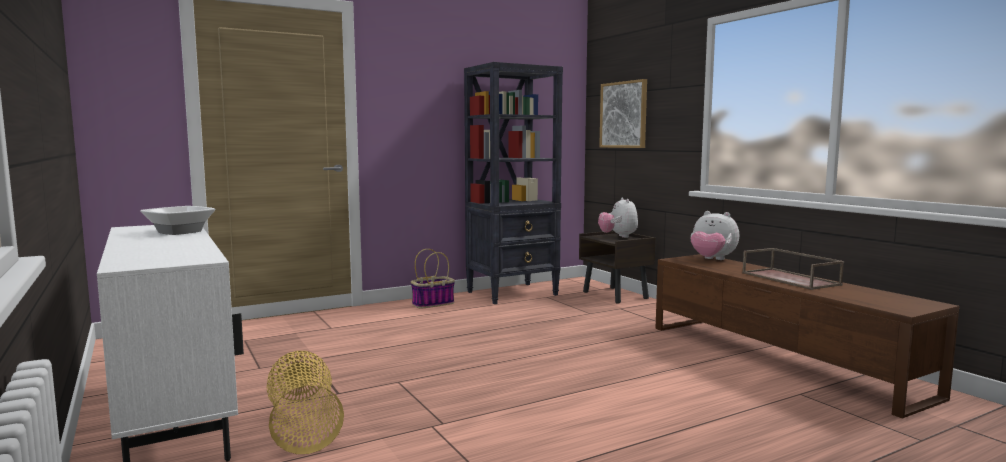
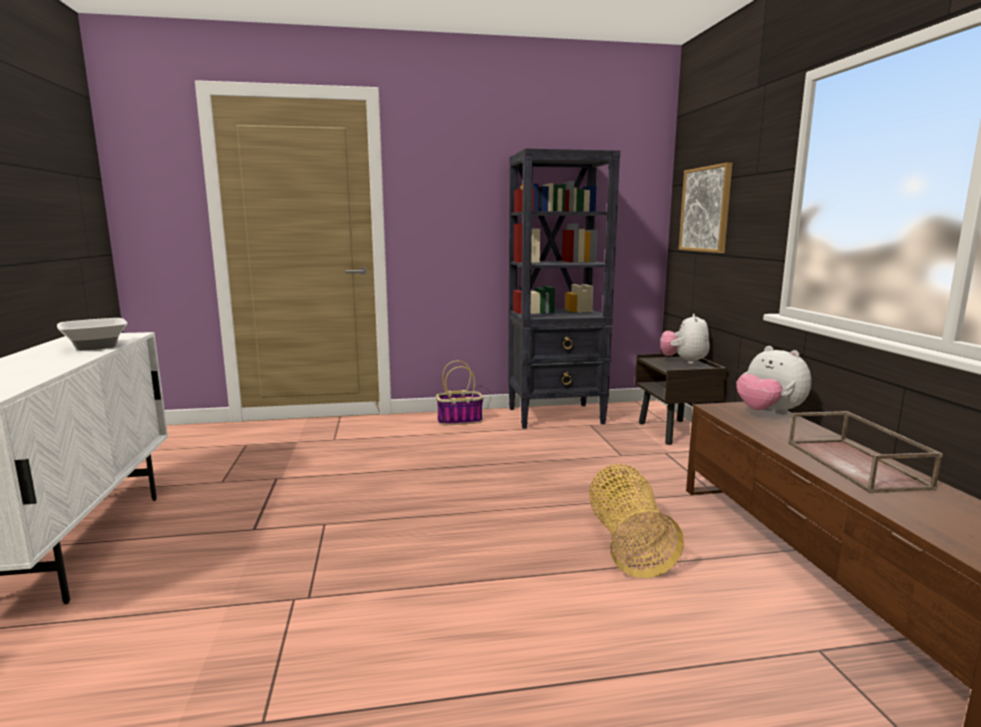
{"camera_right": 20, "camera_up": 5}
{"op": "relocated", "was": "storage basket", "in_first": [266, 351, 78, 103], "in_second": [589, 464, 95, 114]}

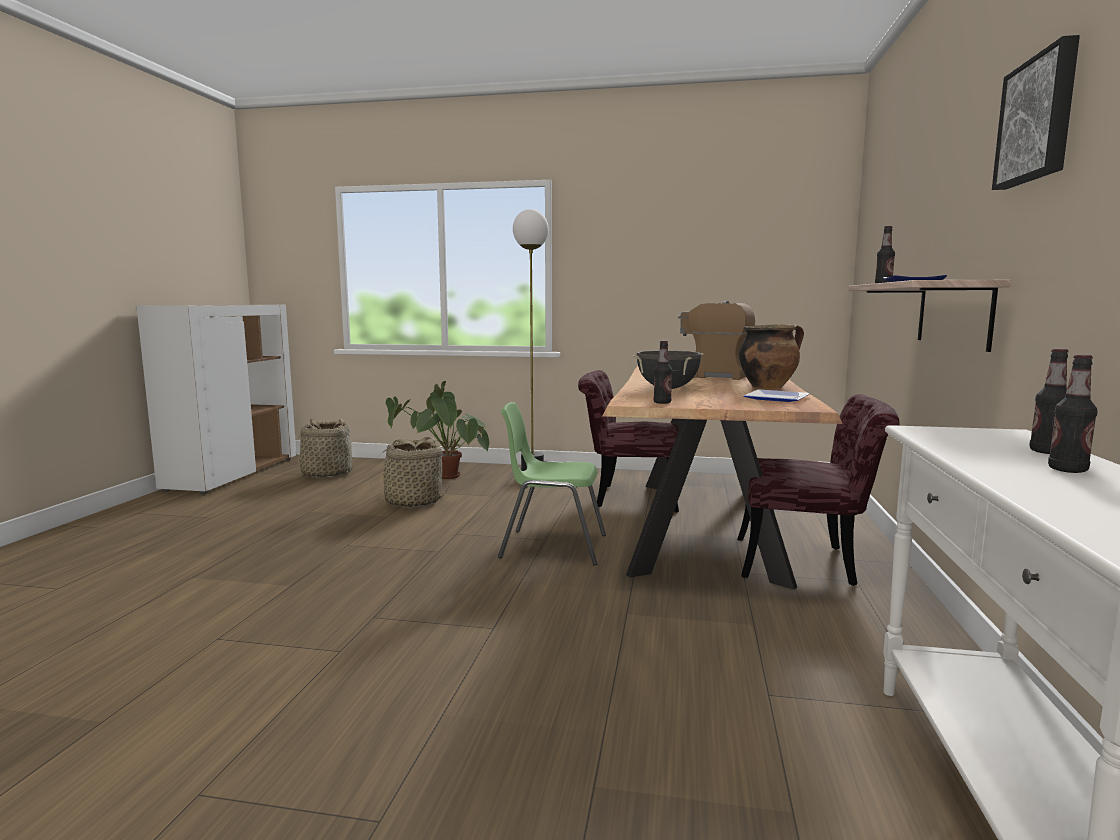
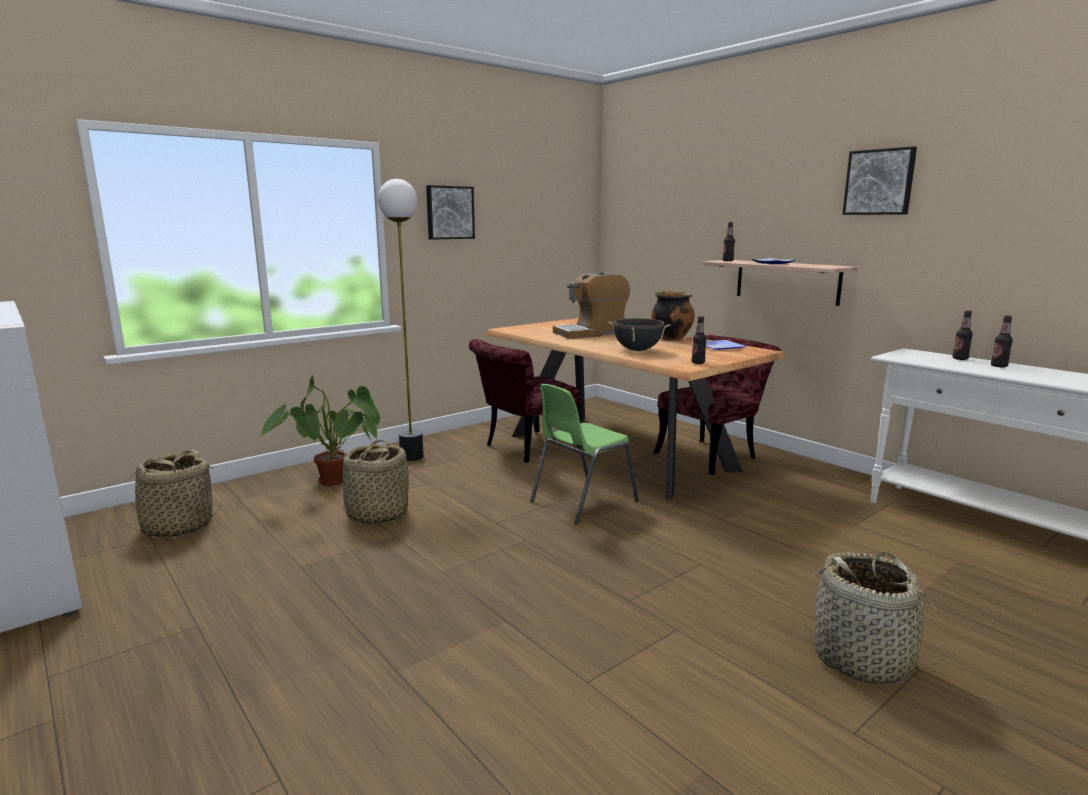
{"camera_right": -50, "camera_up": 5}
{"op": "appeared", "now": "picture", "in_second": [426, 185, 49, 55]}
{"op": "appeared", "now": "storage basket", "in_second": [803, 551, 146, 133]}

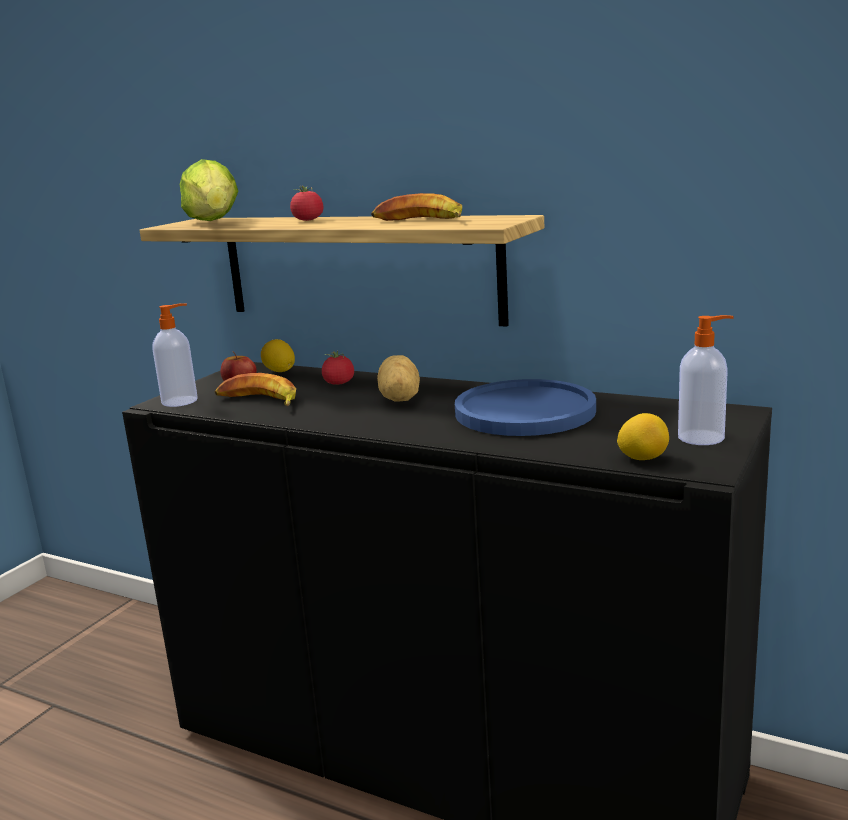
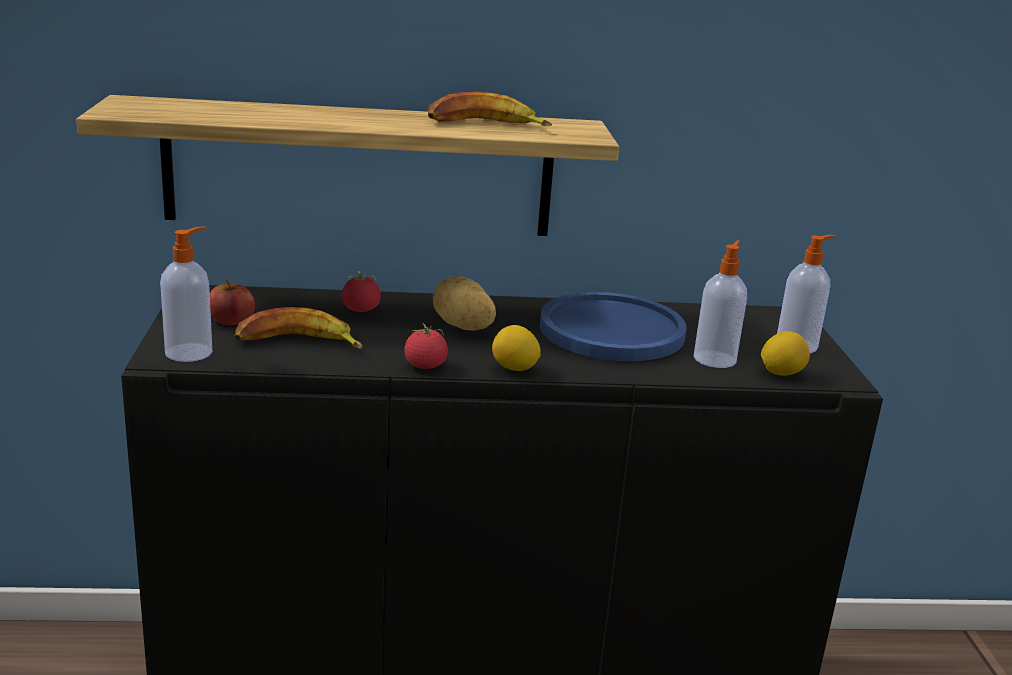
{"camera_right": -35, "camera_up": 5}
{"op": "missing", "was": "head of lettuce", "in_first": [180, 159, 58, 62]}
{"op": "relocated", "was": "tomato", "in_first": [290, 185, 33, 36], "in_second": [404, 323, 44, 46]}
{"op": "relocated", "was": "lemon", "in_first": [261, 339, 34, 33], "in_second": [492, 325, 49, 46]}
{"op": "appeared", "now": "soap dispenser", "in_second": [694, 240, 53, 128]}

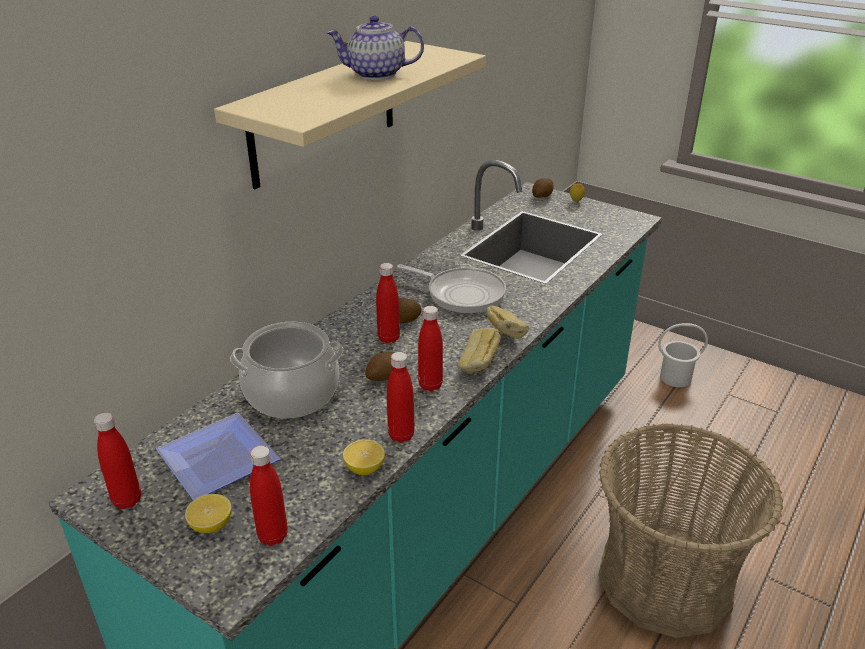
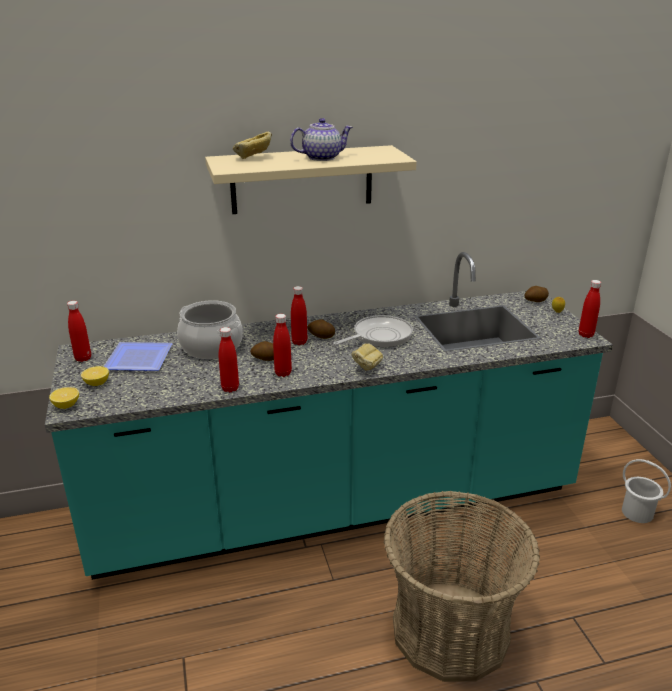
{"camera_right": 40, "camera_up": -5}
{"op": "spun", "was": "pot for tea", "in_first": [326, 15, 98, 65], "in_second": [290, 118, 63, 43], "clockwise": 120}
{"op": "spun", "was": "frying pan", "in_first": [397, 264, 109, 50], "in_second": [333, 315, 80, 32], "clockwise": -105}
{"op": "relocated", "was": "baked bread", "in_first": [457, 327, 44, 48], "in_second": [233, 132, 39, 27]}
{"op": "relocated", "was": "lemon", "in_first": [343, 439, 42, 36], "in_second": [49, 387, 30, 22]}
{"op": "relocated", "was": "beverage bottle (red-coloured)", "in_first": [250, 446, 38, 100], "in_second": [579, 280, 22, 58]}

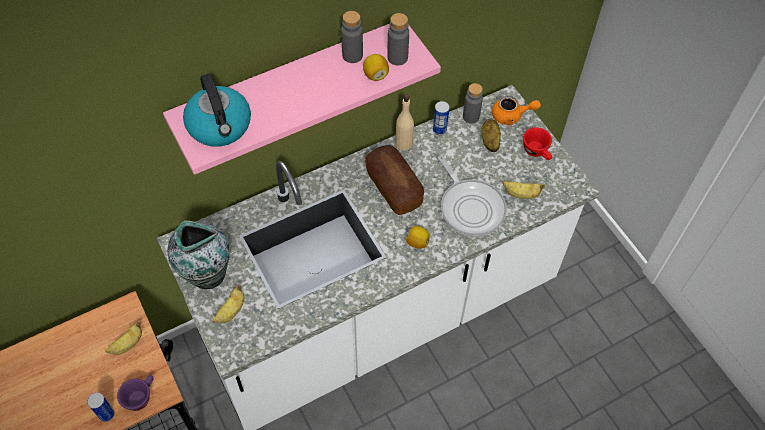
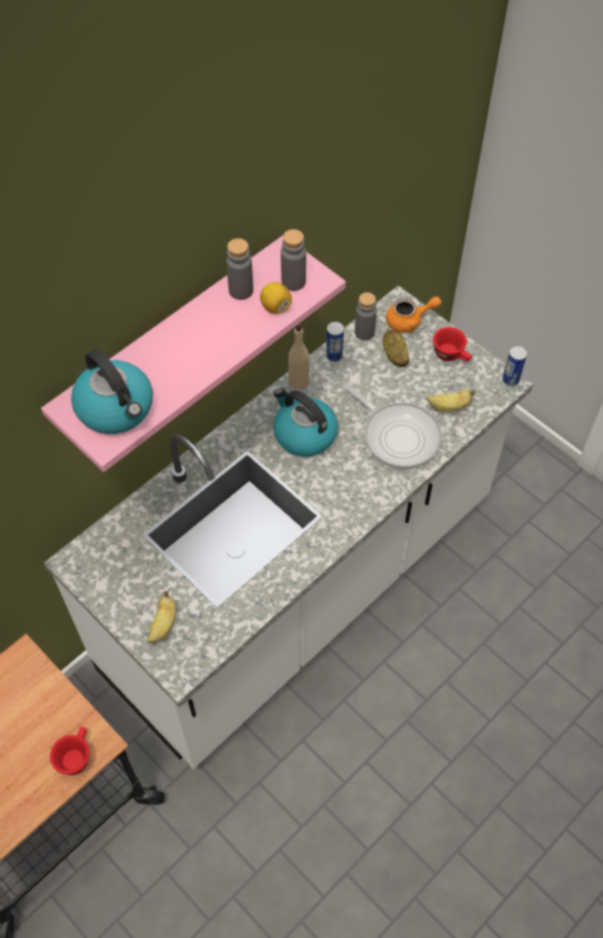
{"camera_right": -15, "camera_up": 0}
{"op": "exchanged", "was": "baked bread", "now": "kettle", "in_first": [365, 145, 59, 70], "in_second": [273, 388, 65, 69]}
{"op": "missing", "was": "decorative vase", "in_first": [168, 220, 62, 69]}
{"op": "missing", "was": "lemon", "in_first": [406, 226, 24, 23]}
{"op": "missing", "was": "banana fruit", "in_first": [105, 321, 37, 34]}
{"op": "colour", "was": "small cup (purplish)", "now": "small cup (red-coloured)", "in_first": [117, 375, 37, 36], "in_second": [50, 727, 40, 48]}
{"op": "relocated", "was": "can", "in_first": [87, 392, 28, 30], "in_second": [502, 346, 25, 40]}

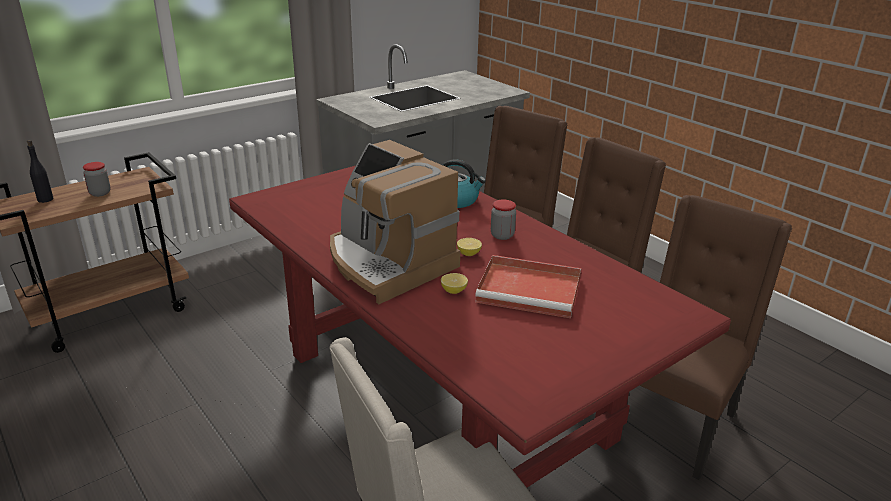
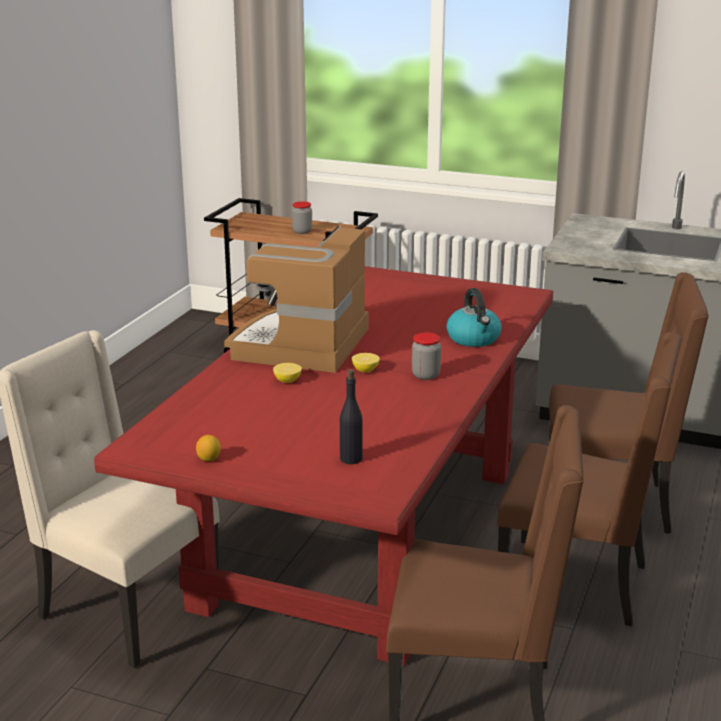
{"camera_right": 60, "camera_up": -5}
{"op": "relocated", "was": "beverage bottle (black)", "in_first": [27, 140, 26, 63], "in_second": [340, 369, 23, 95]}
{"op": "missing", "was": "tray (red-coloured)", "in_first": [475, 255, 106, 63]}
{"op": "appeared", "now": "lemon", "in_second": [196, 435, 25, 26]}

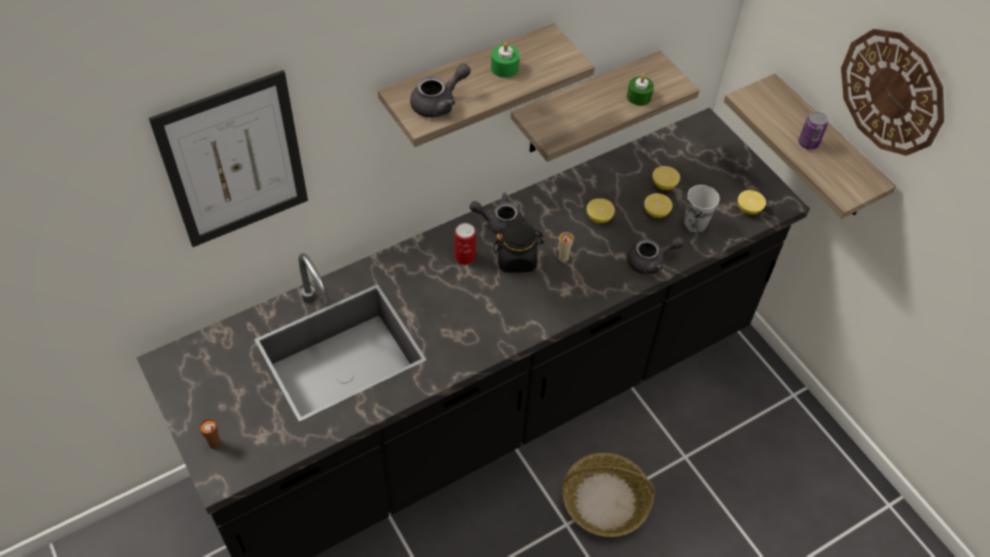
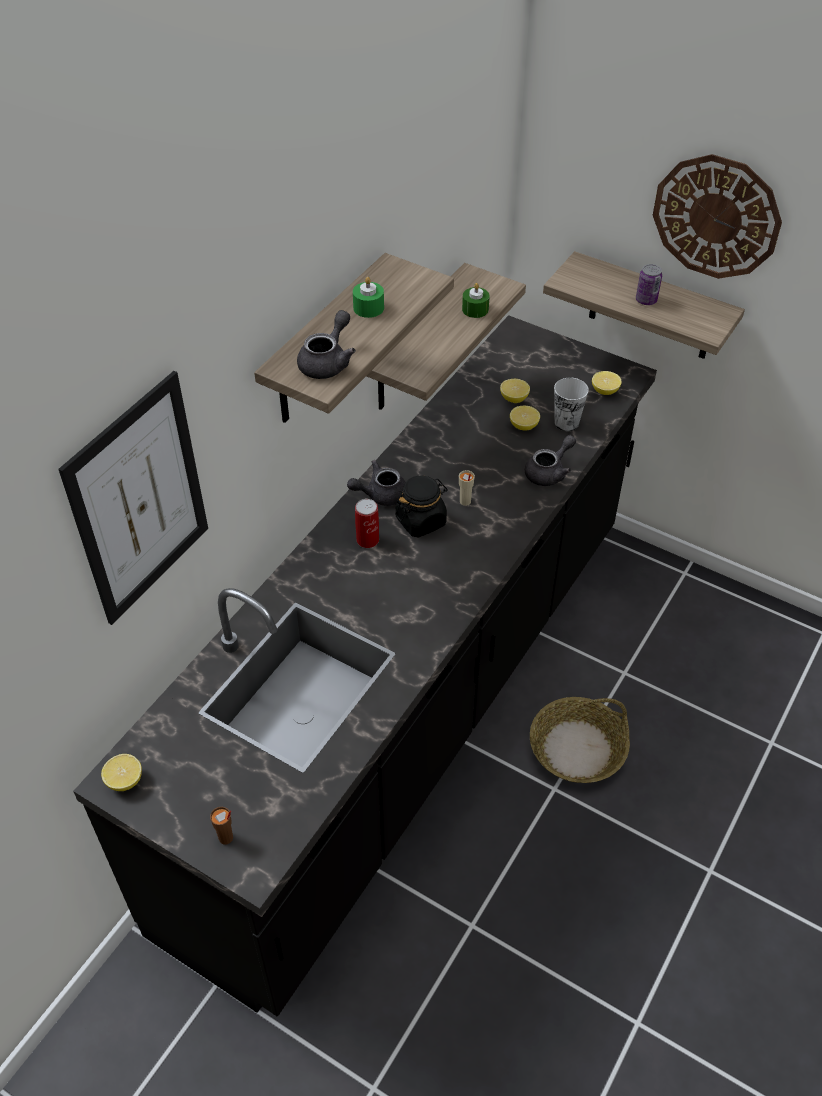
{"camera_right": -25, "camera_up": -5}
{"op": "relocated", "was": "lemon", "in_first": [587, 198, 28, 25], "in_second": [101, 754, 41, 37]}

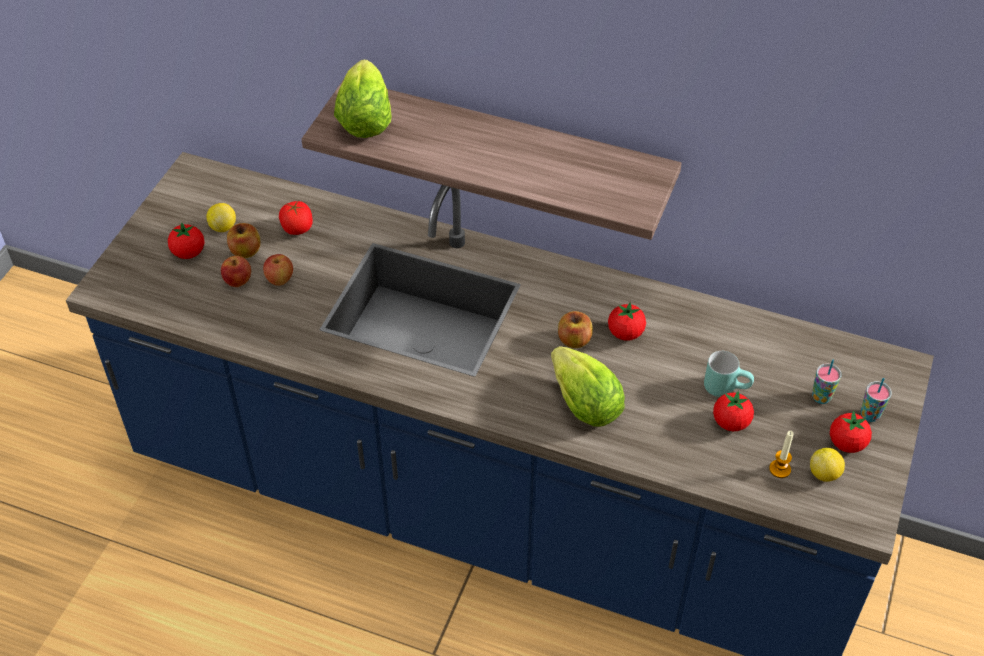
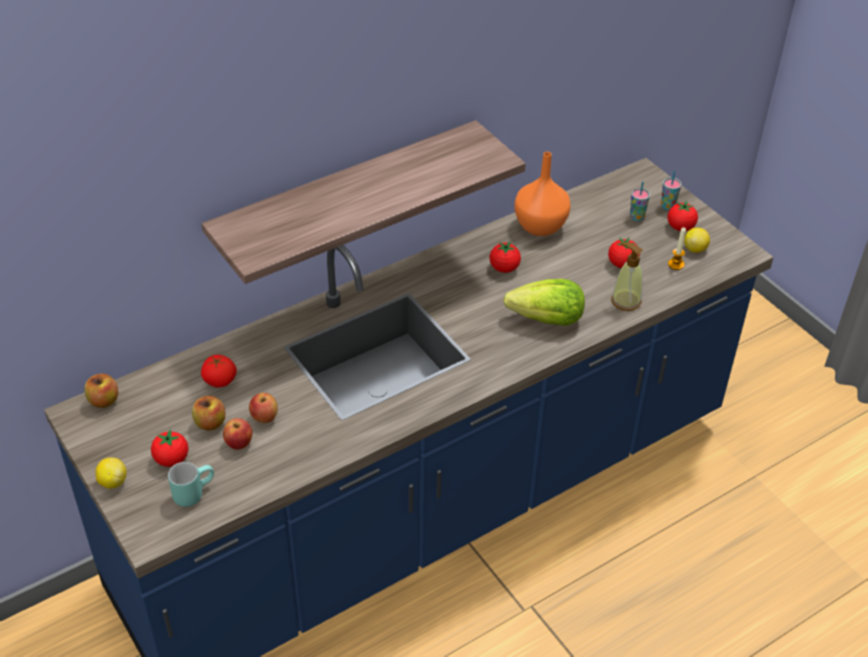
{"camera_right": -55, "camera_up": -5}
{"op": "missing", "was": "head of lettuce", "in_first": [334, 60, 58, 78]}
{"op": "relocated", "was": "lemon", "in_first": [206, 203, 30, 29], "in_second": [95, 457, 32, 32]}
{"op": "relocated", "was": "apple fruit", "in_first": [558, 311, 35, 37], "in_second": [85, 374, 33, 34]}
{"op": "relocated", "was": "tea mug (turquoise-coloured)", "in_first": [704, 351, 50, 46], "in_second": [168, 462, 46, 45]}
{"op": "appeared", "now": "decorative vase (orangey)", "in_second": [514, 152, 57, 84]}
{"op": "appeared", "now": "soap dispenser", "in_second": [612, 242, 31, 69]}

